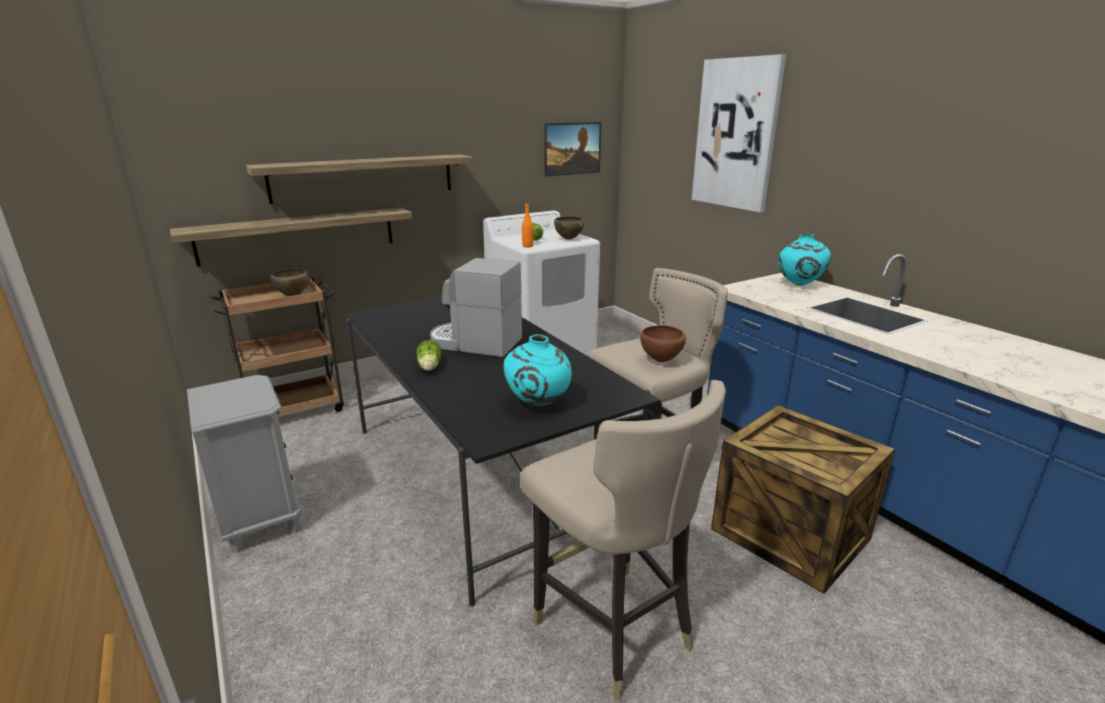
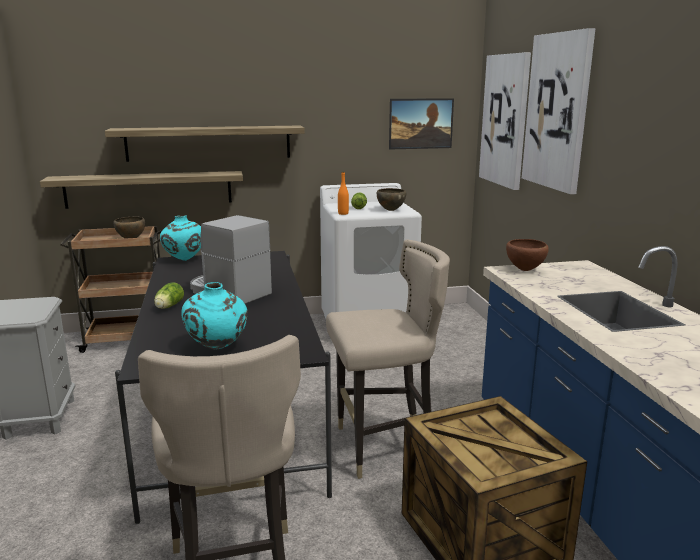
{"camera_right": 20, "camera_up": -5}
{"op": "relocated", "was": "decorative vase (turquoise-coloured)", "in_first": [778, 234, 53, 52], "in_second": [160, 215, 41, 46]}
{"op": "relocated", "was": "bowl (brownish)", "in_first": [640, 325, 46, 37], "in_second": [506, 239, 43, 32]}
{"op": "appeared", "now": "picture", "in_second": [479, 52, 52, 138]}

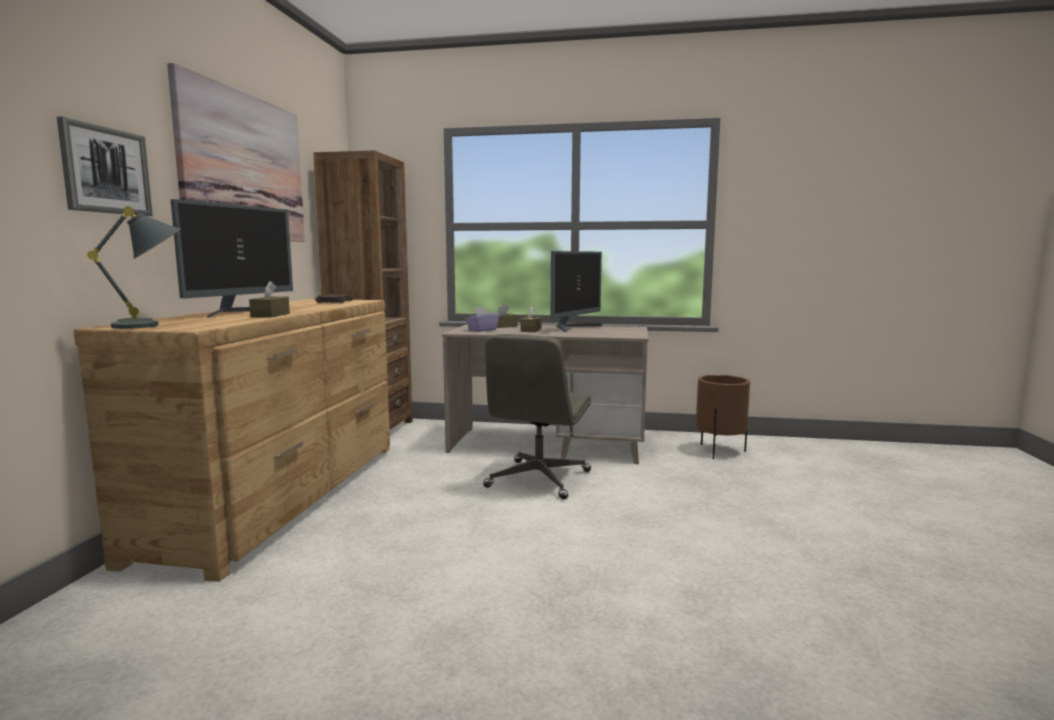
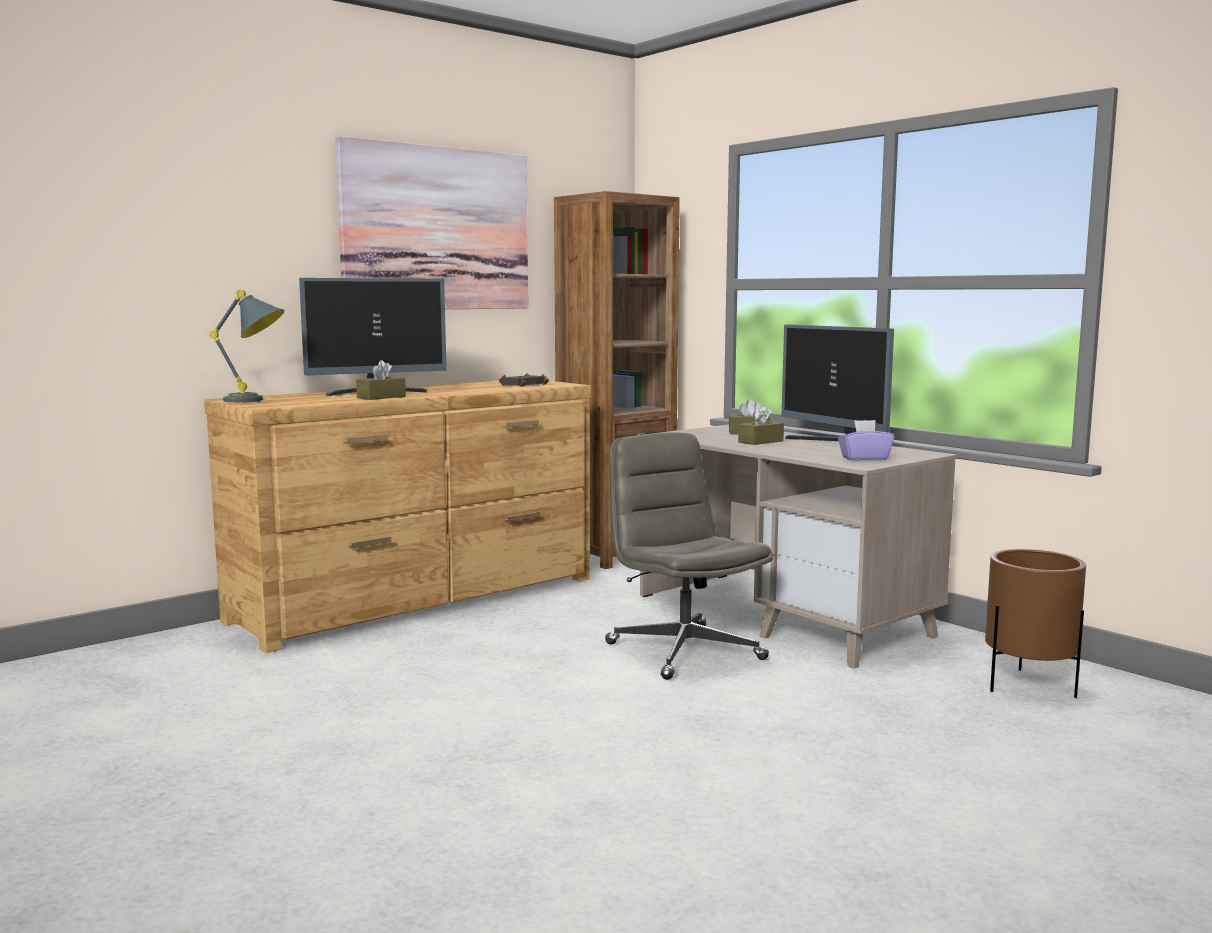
{"camera_right": 40, "camera_up": 0}
{"op": "missing", "was": "picture", "in_first": [57, 116, 96, 100]}
{"op": "spun", "was": "computer display", "in_first": [551, 251, 51, 81], "in_second": [782, 324, 112, 117], "clockwise": 75}
{"op": "relocated", "was": "tissue box (purplish)", "in_first": [466, 307, 33, 25], "in_second": [838, 420, 56, 41]}
{"op": "spun", "was": "office chair (grey)", "in_first": [483, 334, 108, 165], "in_second": [605, 432, 168, 248], "clockwise": 90}

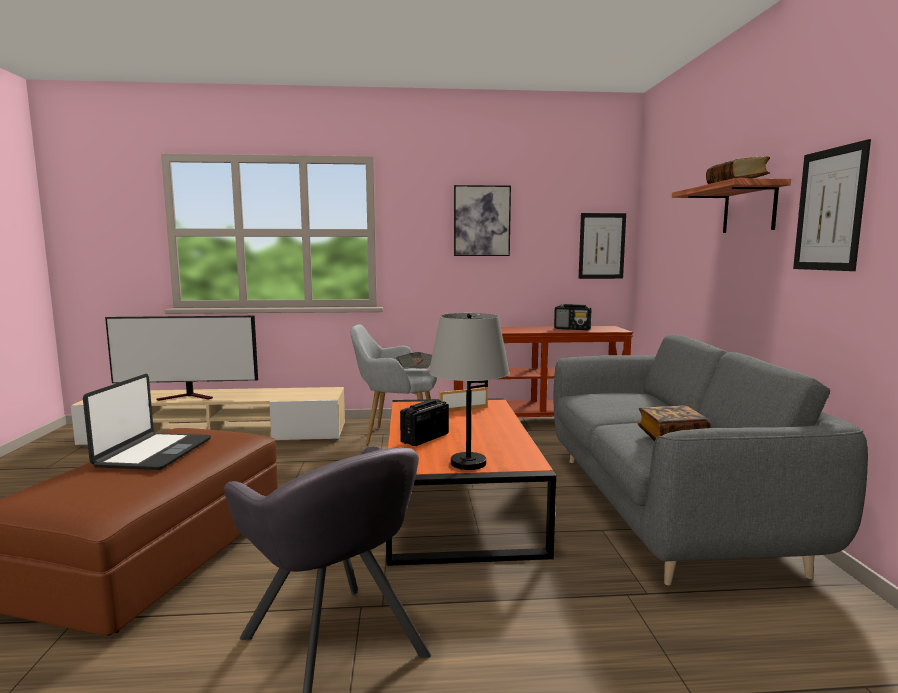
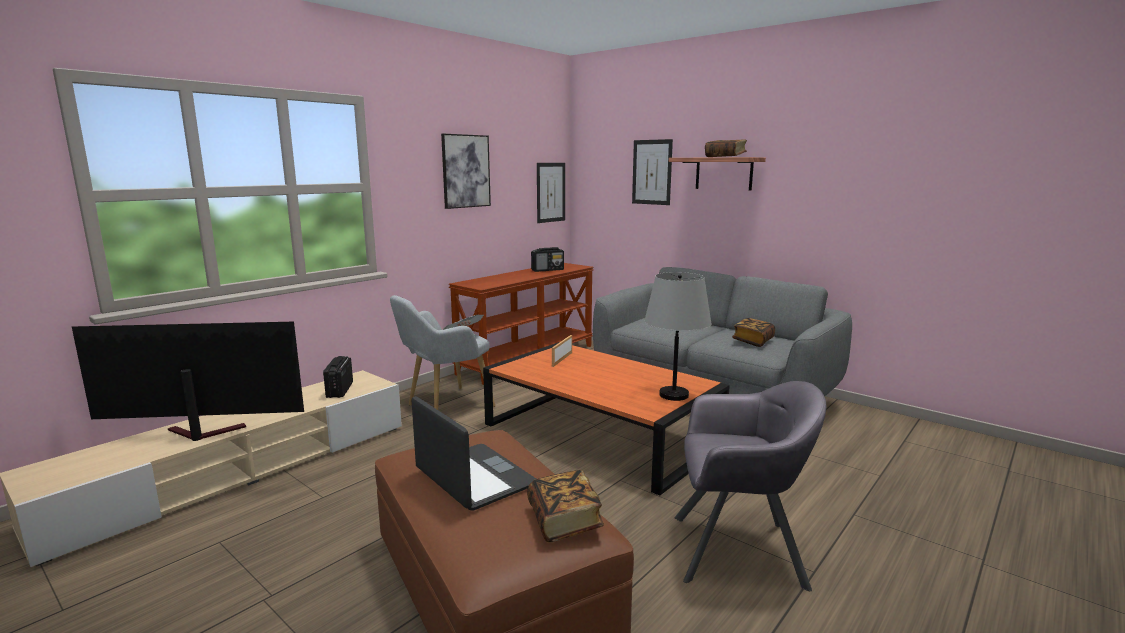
{"camera_right": -45, "camera_up": 5}
{"op": "relocated", "was": "picture", "in_first": [793, 139, 78, 132], "in_second": [632, 139, 41, 66]}
{"op": "spun", "was": "TV set", "in_first": [105, 316, 153, 85], "in_second": [72, 322, 232, 119], "clockwise": -135}
{"op": "relocated", "was": "radio", "in_first": [400, 399, 49, 47], "in_second": [323, 356, 30, 42]}
{"op": "appeared", "now": "volume", "in_second": [527, 470, 77, 72]}

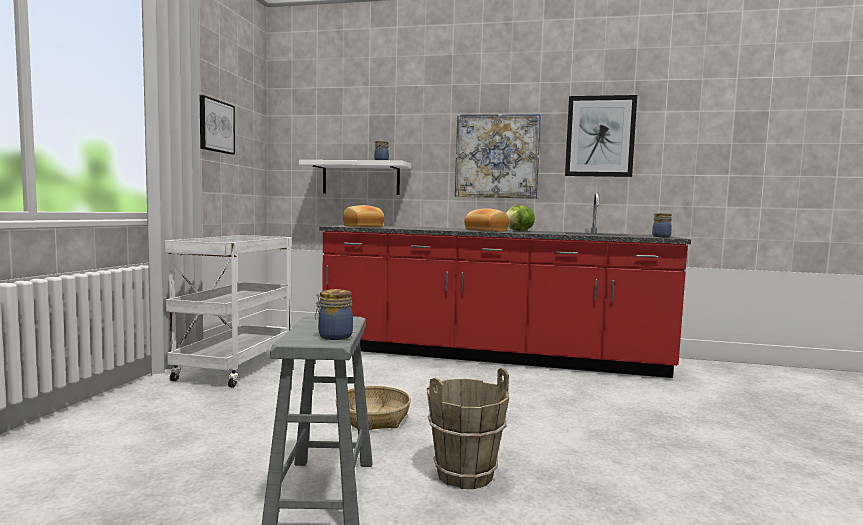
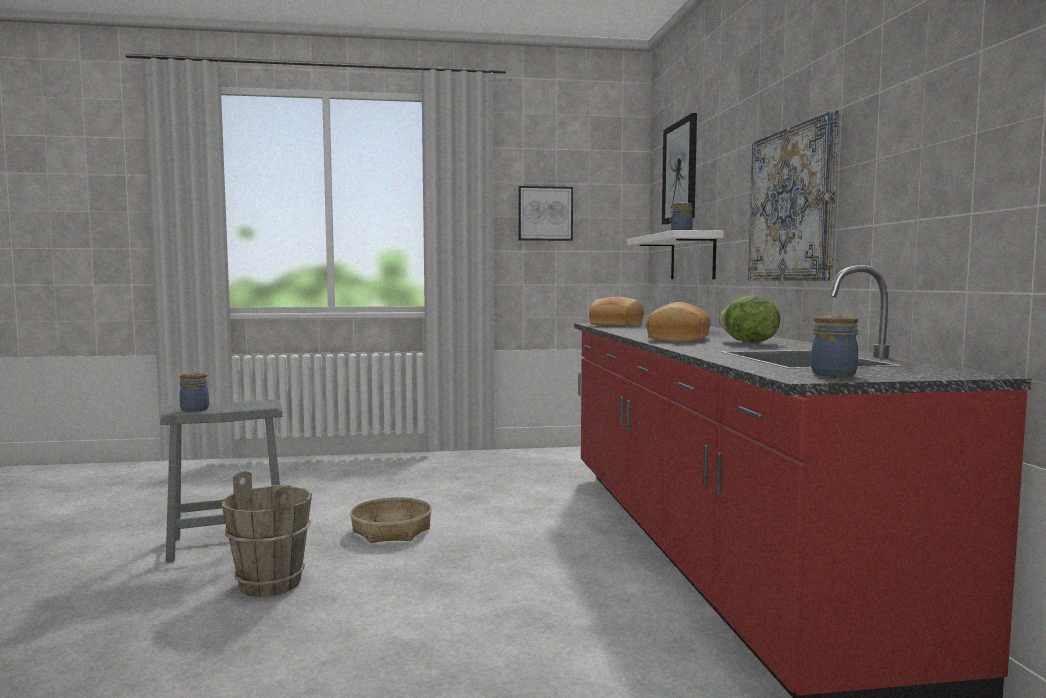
{"camera_right": 70, "camera_up": 0}
{"op": "relocated", "was": "picture", "in_first": [565, 95, 72, 82], "in_second": [662, 113, 35, 111]}
{"op": "missing", "was": "trolley (white-coloured)", "in_first": [165, 235, 127, 153]}

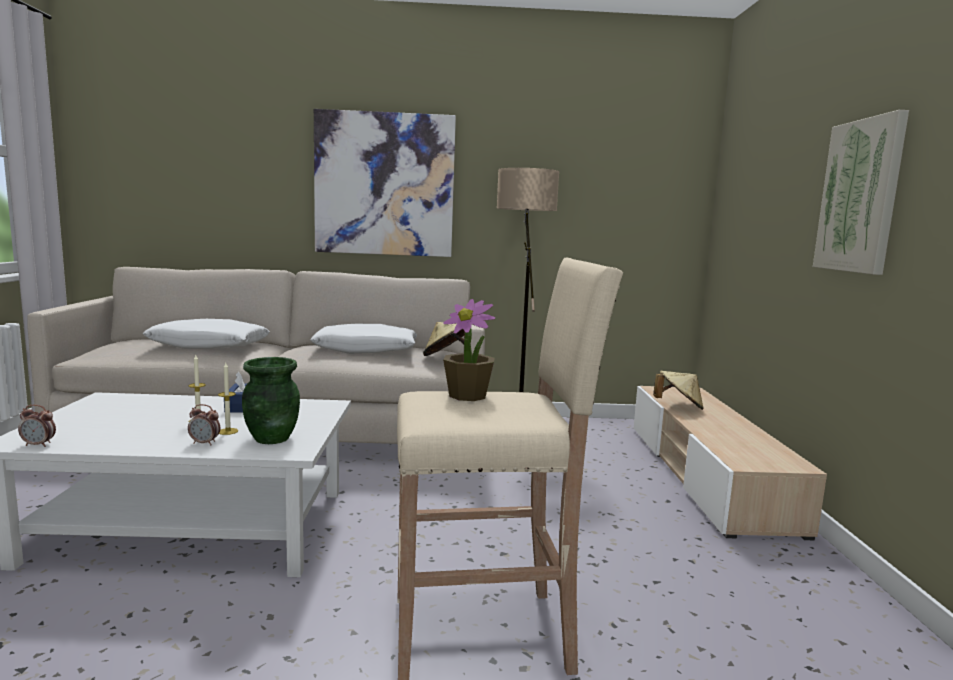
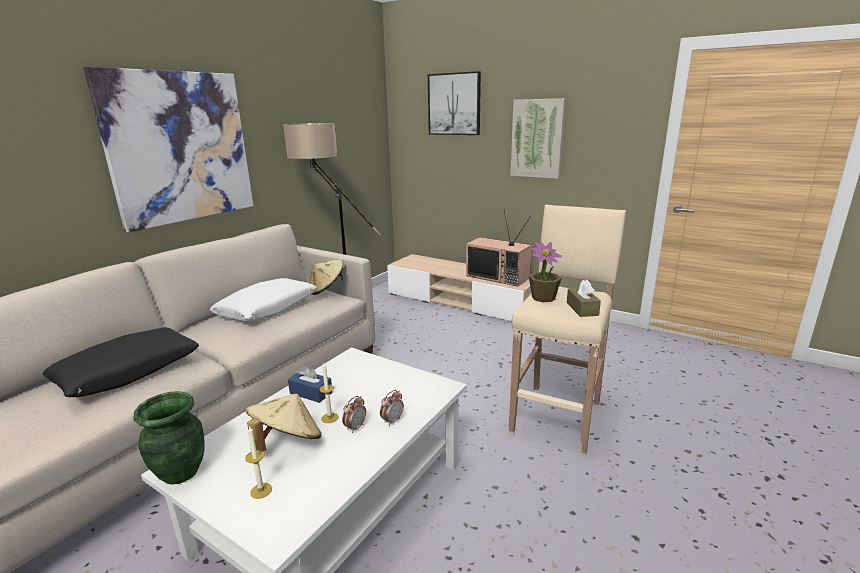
{"camera_right": -55, "camera_up": 10}
{"op": "colour", "was": "cushion (white-coloured)", "now": "cushion (black)", "in_first": [143, 319, 127, 30], "in_second": [43, 328, 156, 69]}
{"op": "relocated", "was": "decorative vase (green-coloured)", "in_first": [242, 357, 58, 87], "in_second": [134, 391, 71, 94]}
{"op": "relocated", "was": "wax candle", "in_first": [218, 363, 20, 72], "in_second": [245, 426, 27, 73]}
{"op": "relocated", "was": "hat (beige-coloured)", "in_first": [653, 371, 51, 39], "in_second": [245, 393, 77, 58]}
{"op": "relocated", "was": "alarm clock", "in_first": [18, 405, 38, 42], "in_second": [342, 396, 24, 37]}
{"op": "appeared", "now": "picture", "in_second": [428, 71, 53, 64]}
{"op": "appeared", "now": "TV set", "in_second": [466, 210, 66, 77]}
{"op": "appeared", "now": "tissue box (brownish)", "in_second": [567, 280, 34, 37]}

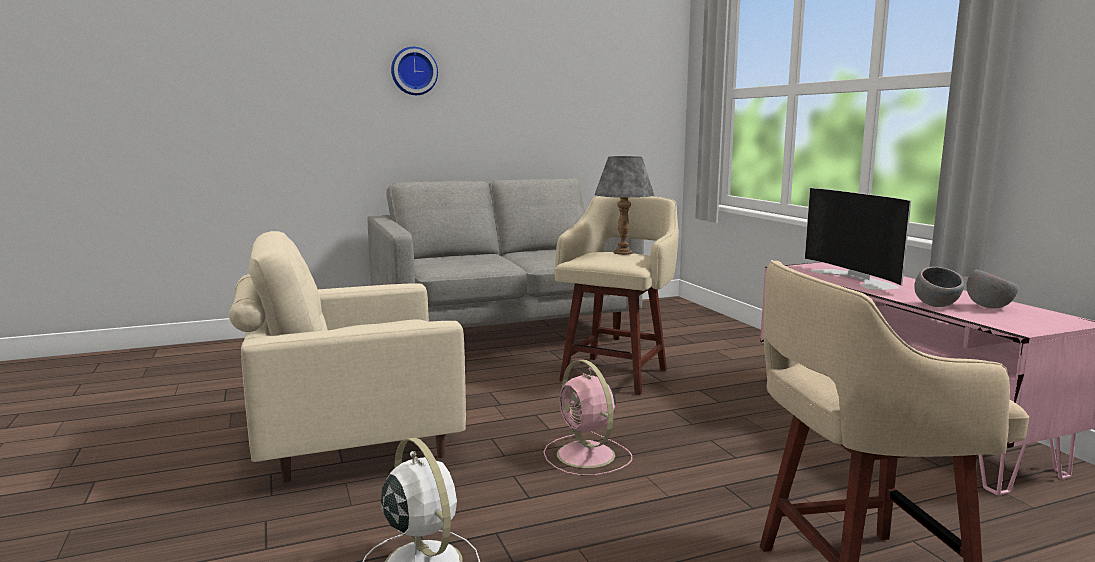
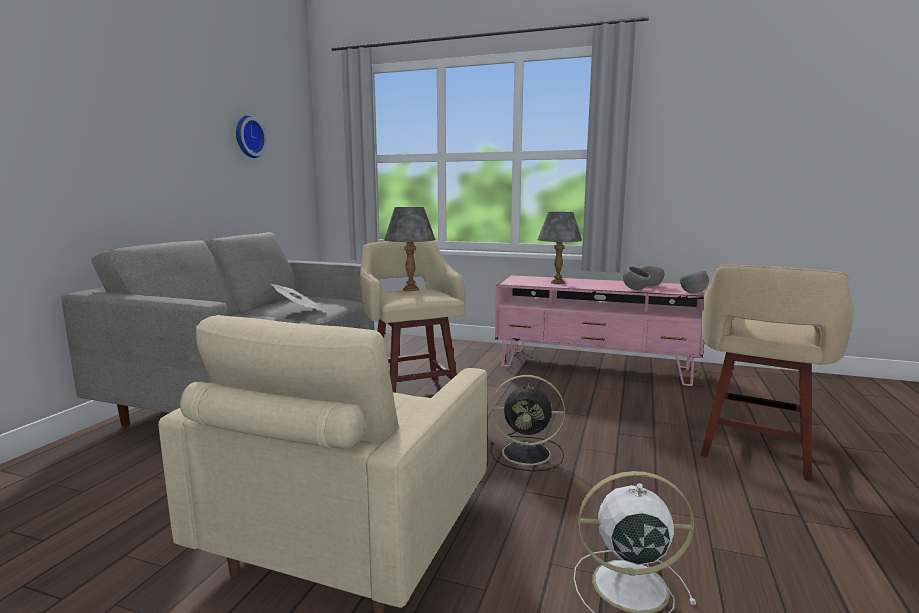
{"camera_right": -50, "camera_up": 0}
{"op": "relocated", "was": "clock on the wall", "in_first": [391, 47, 47, 48], "in_second": [236, 115, 31, 43]}
{"op": "exchanged", "was": "TV set", "now": "lamp for a table (grey)", "in_first": [804, 188, 107, 102], "in_second": [538, 212, 44, 72]}
{"op": "colour", "was": "cooling fan (pink-coloured)", "now": "cooling fan (black)", "in_first": [543, 359, 89, 117], "in_second": [491, 375, 74, 96]}
{"op": "appeared", "now": "bowl (grey)", "in_second": [680, 271, 29, 22]}
{"op": "appeared", "now": "daily paper", "in_second": [270, 284, 55, 28]}

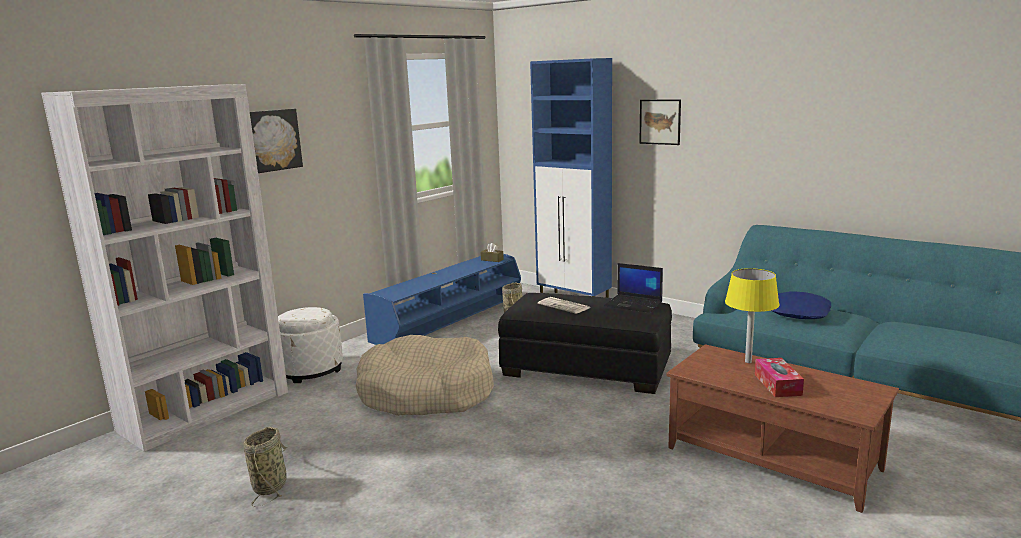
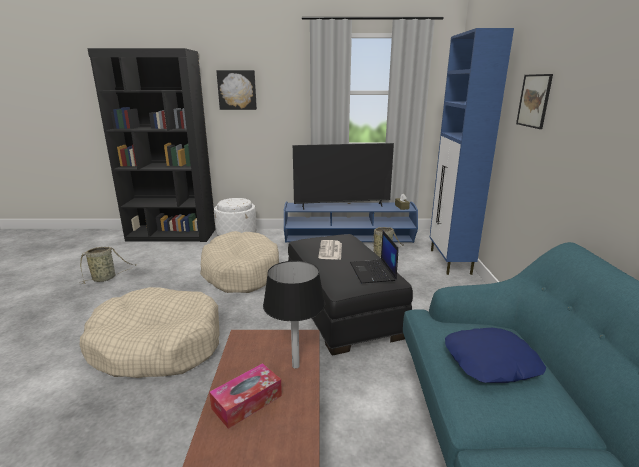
{"camera_right": 50, "camera_up": 5}
{"op": "colour", "was": "shelving unit (white-coloured)", "now": "shelving unit (black)", "in_first": [41, 84, 247, 367], "in_second": [87, 48, 129, 194]}
{"op": "colour", "was": "lamp for a table (yellow-coloured)", "now": "lamp for a table (black)", "in_first": [725, 268, 55, 95], "in_second": [263, 261, 62, 108]}
{"op": "appeared", "now": "TV set", "in_second": [293, 143, 101, 67]}
{"op": "appeared", "now": "pet bed (beige-coloured)", "in_second": [80, 287, 139, 91]}

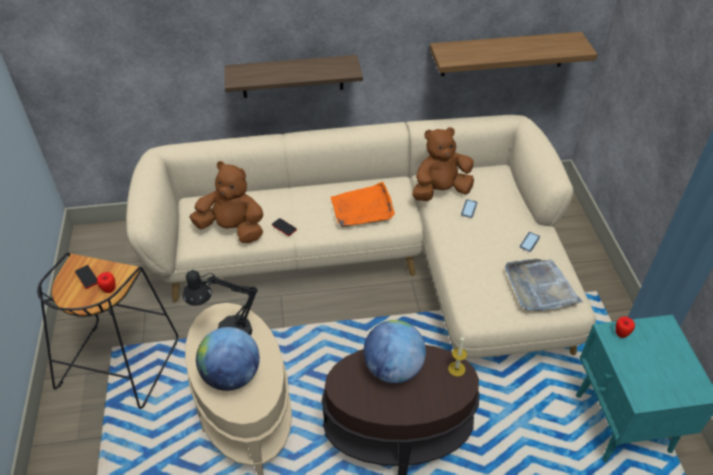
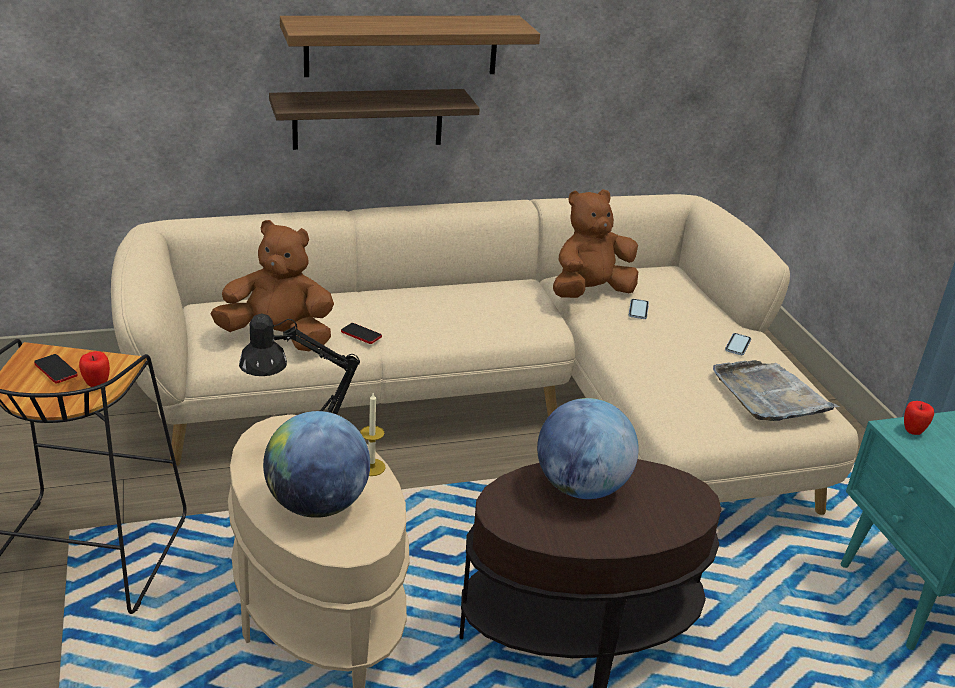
{"camera_right": -10, "camera_up": -15}
{"op": "relocated", "was": "shelf", "in_first": [430, 32, 168, 44], "in_second": [280, 16, 260, 61]}
{"op": "missing", "was": "tray (orangey)", "in_first": [331, 182, 64, 45]}
{"op": "relocated", "was": "wax candle", "in_first": [448, 336, 19, 41], "in_second": [360, 393, 26, 83]}

